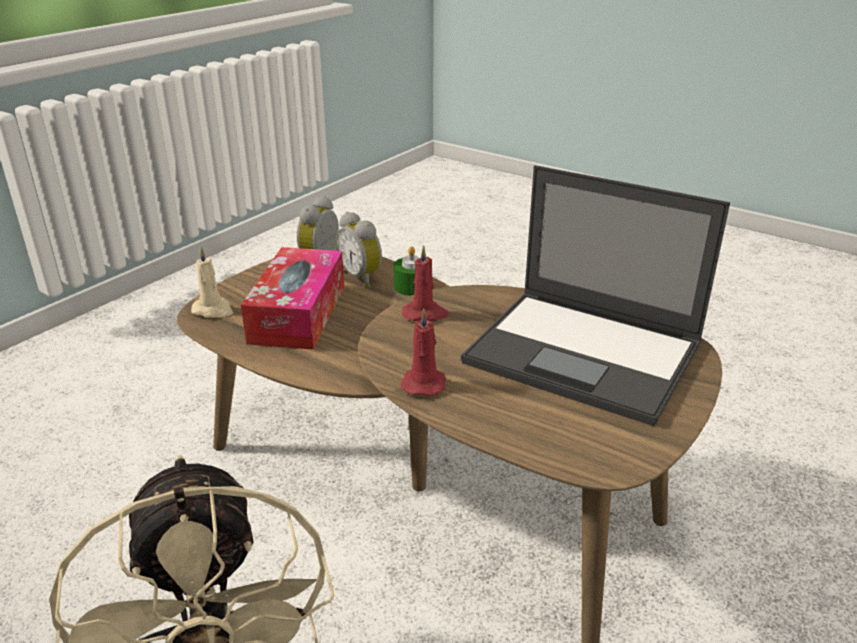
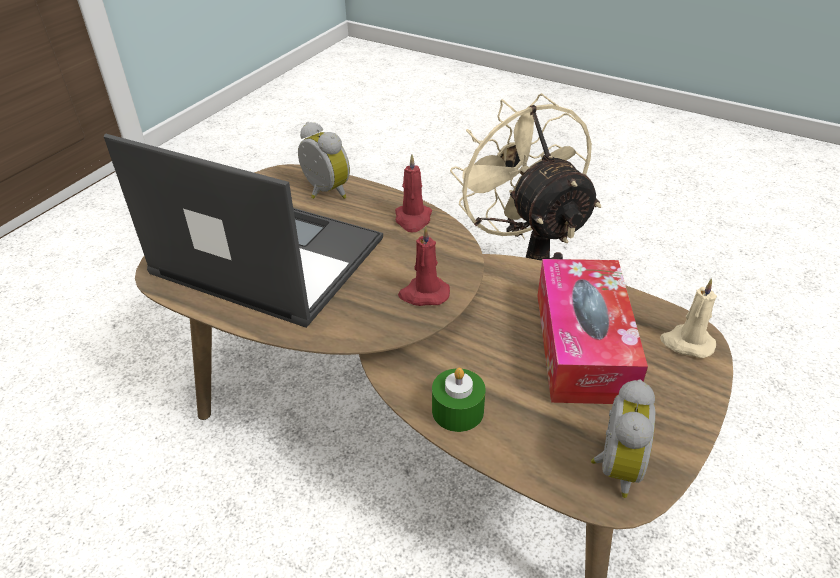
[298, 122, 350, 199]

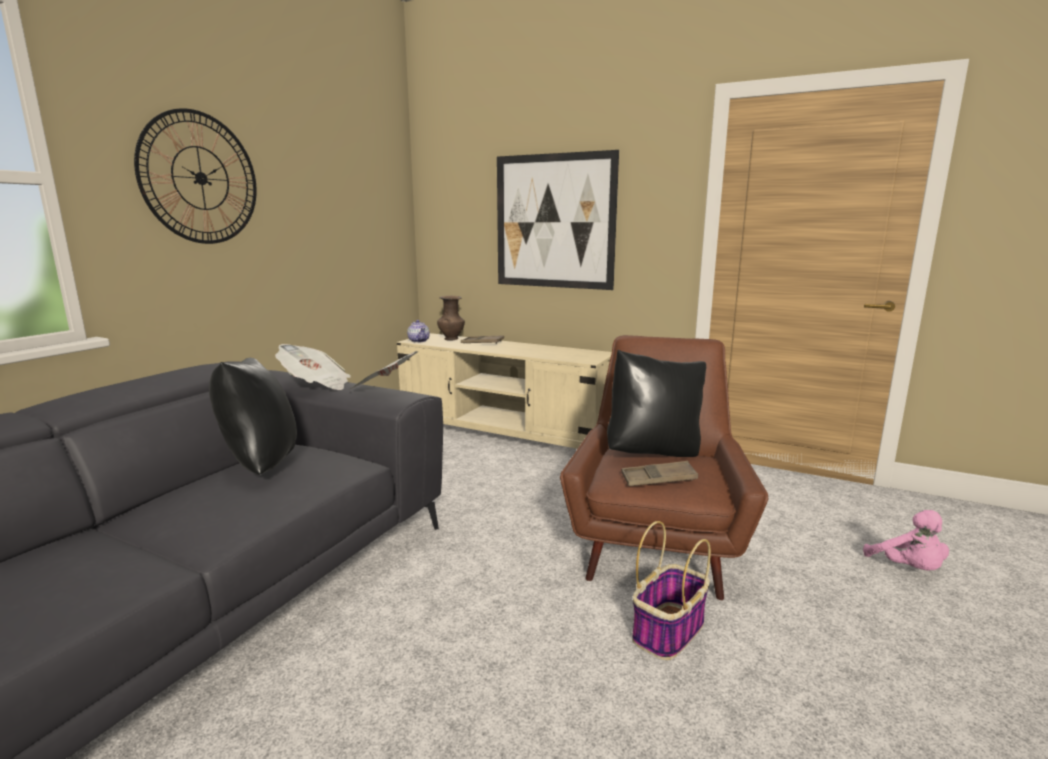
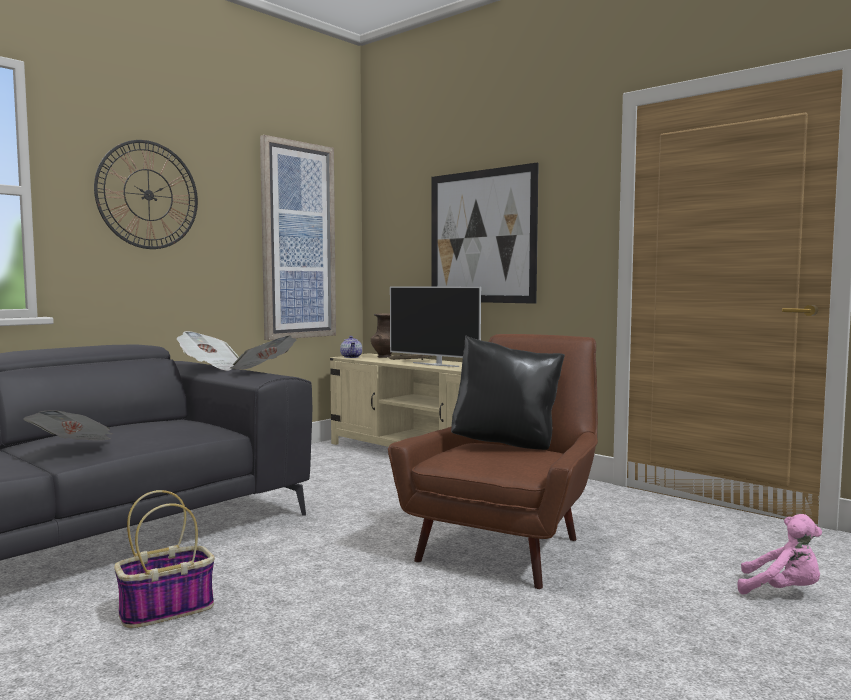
[23, 410, 112, 441]
[114, 490, 215, 628]
[260, 135, 336, 340]
[390, 286, 481, 367]
[737, 514, 822, 595]
[209, 358, 297, 475] (first image)
[622, 461, 698, 486] (first image)

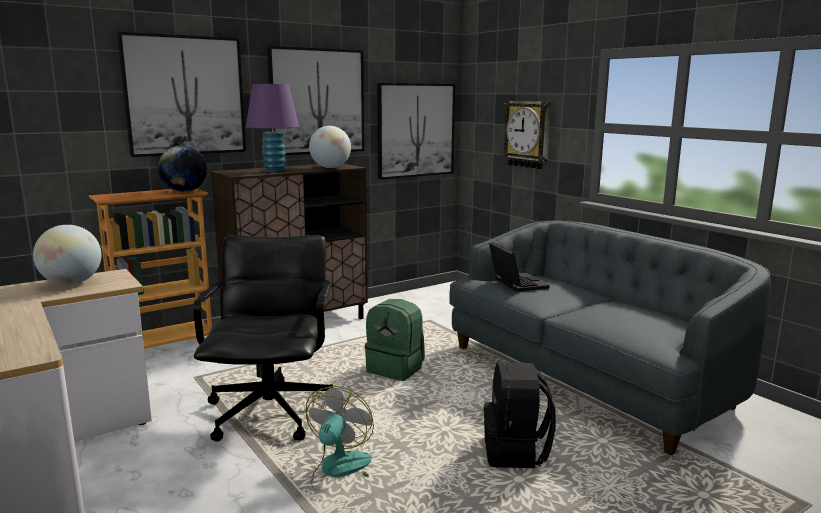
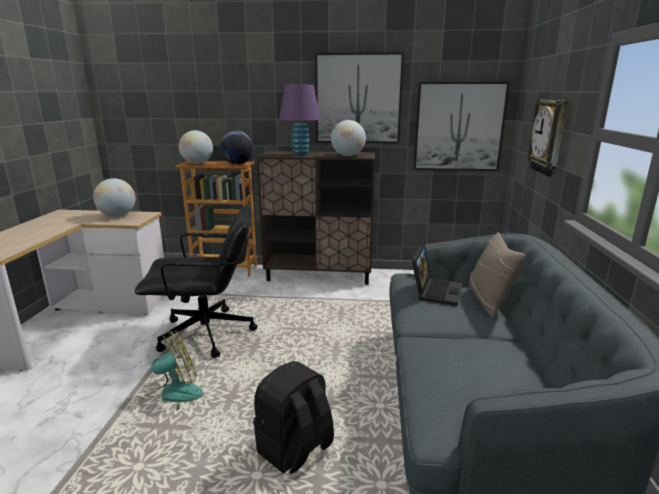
[135, 204, 257, 358]
[179, 130, 213, 164]
[469, 232, 525, 318]
[117, 32, 246, 157] (first image)
[365, 299, 425, 381] (first image)

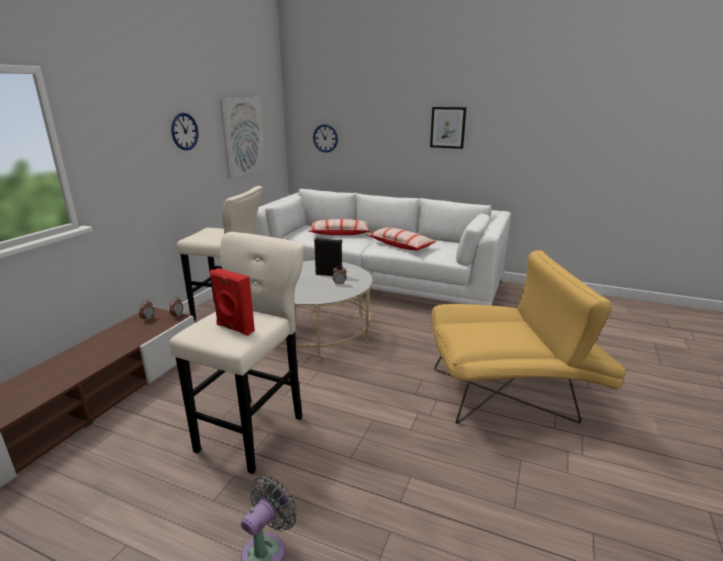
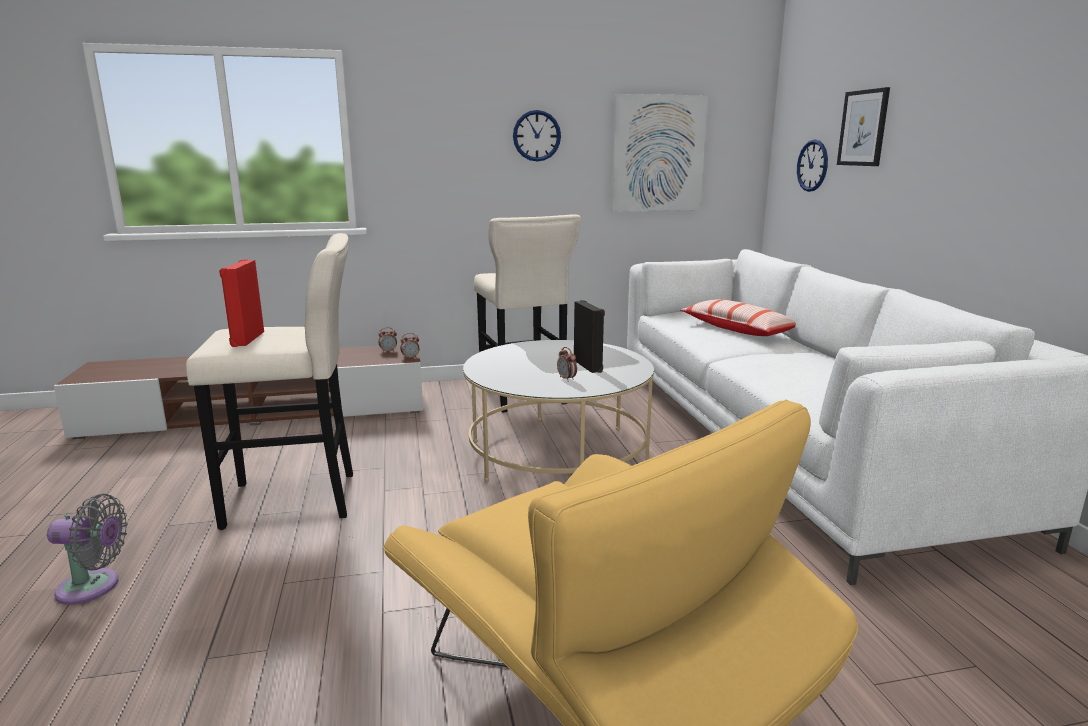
[837, 87, 890, 166]
[367, 227, 437, 250] (first image)

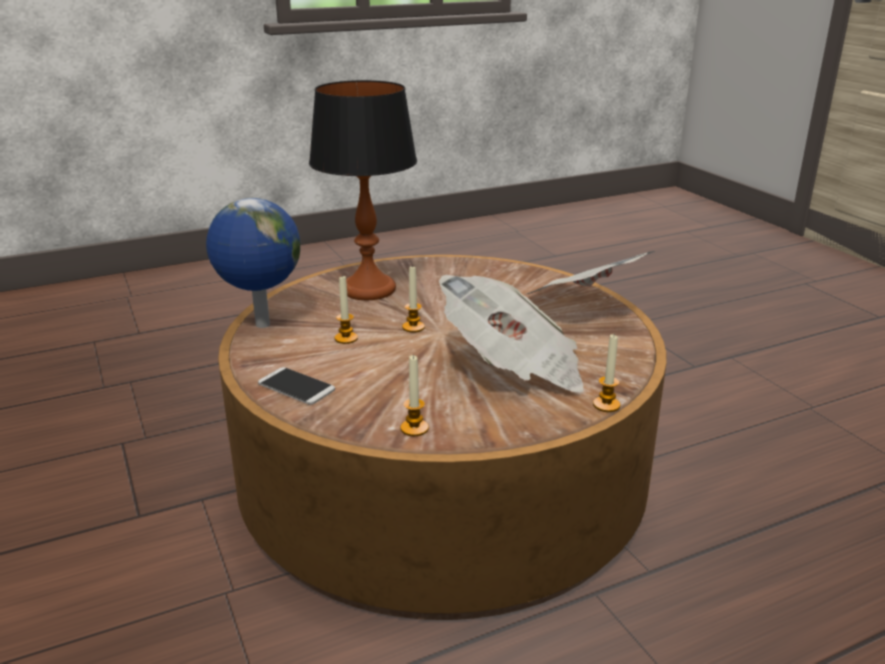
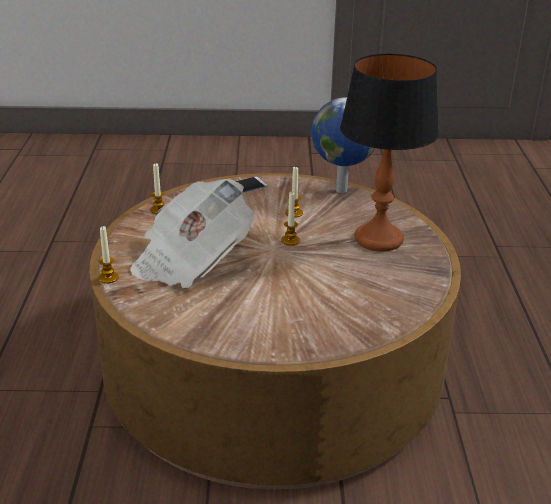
[525, 251, 655, 295] (first image)

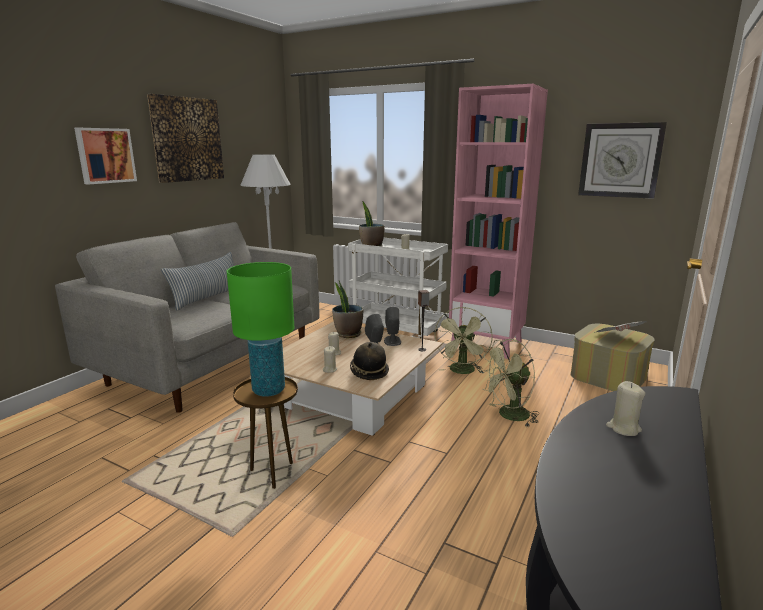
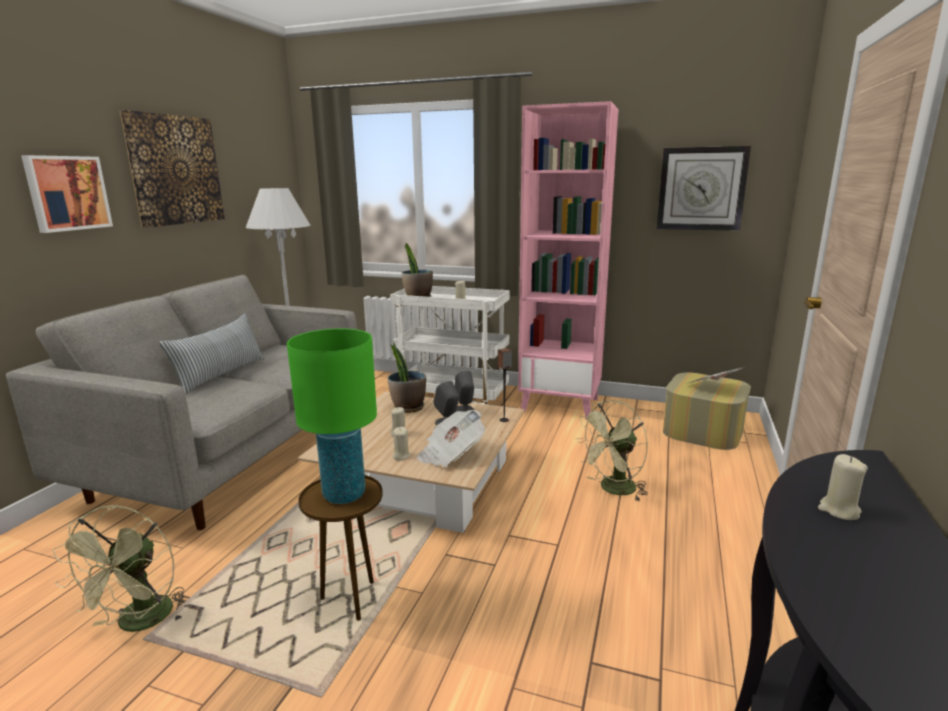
[52, 505, 189, 632]
[417, 410, 485, 467]

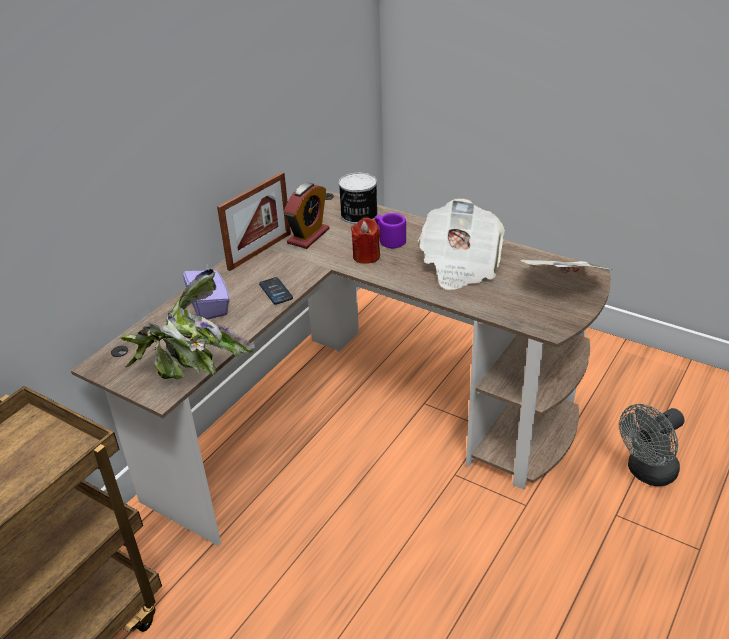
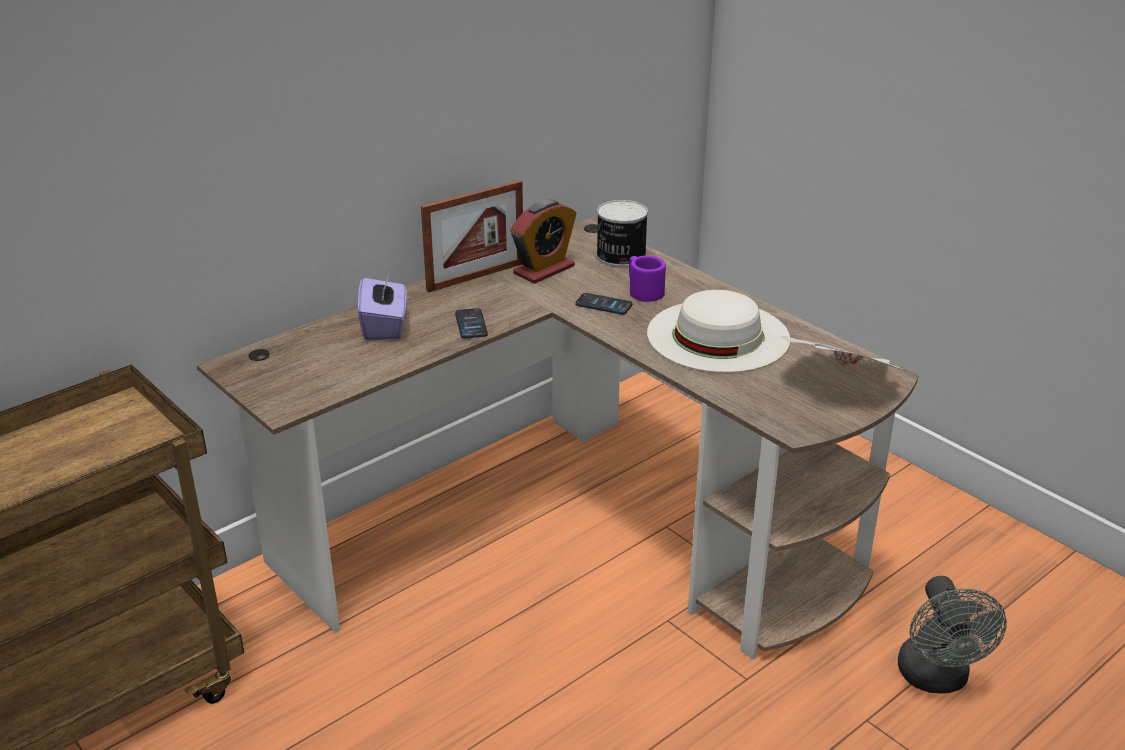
[575, 293, 633, 315]
[647, 290, 790, 373]
[898, 576, 1007, 694]
[121, 269, 255, 380] (first image)

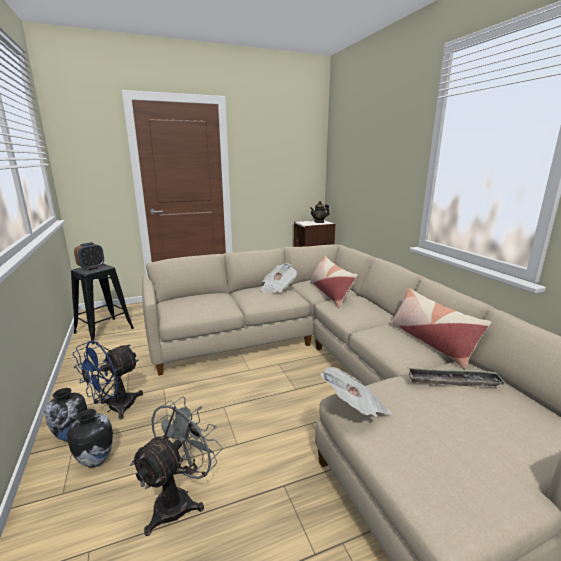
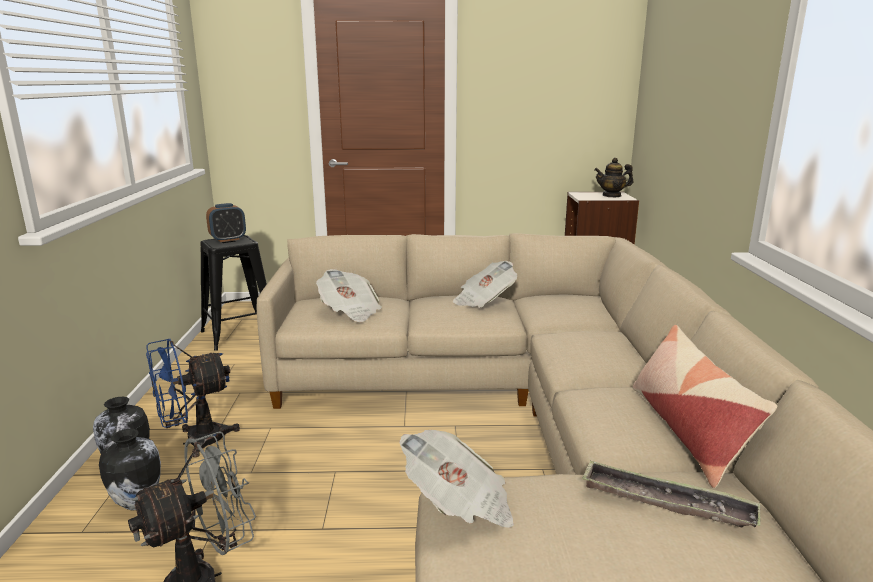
[316, 269, 382, 322]
[310, 256, 358, 308] (first image)

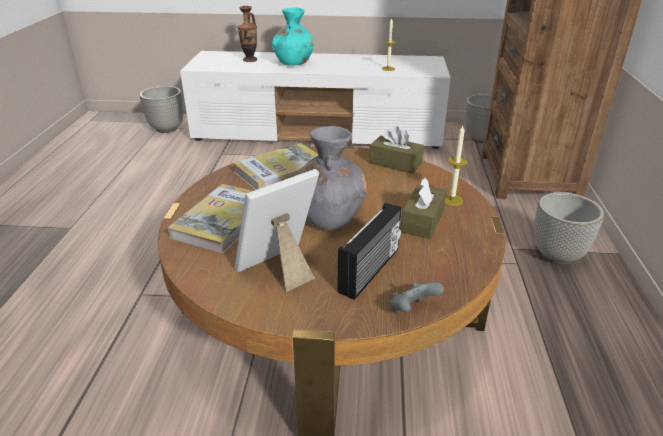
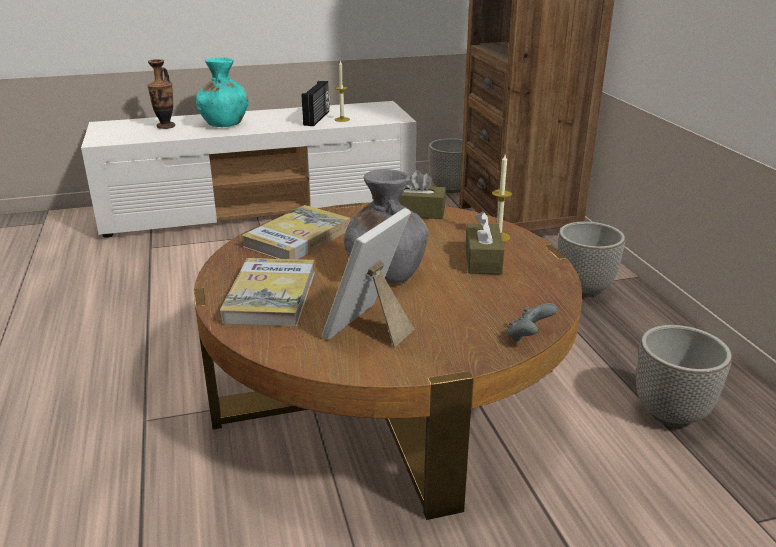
[302, 81, 330, 126]
[636, 325, 732, 427]

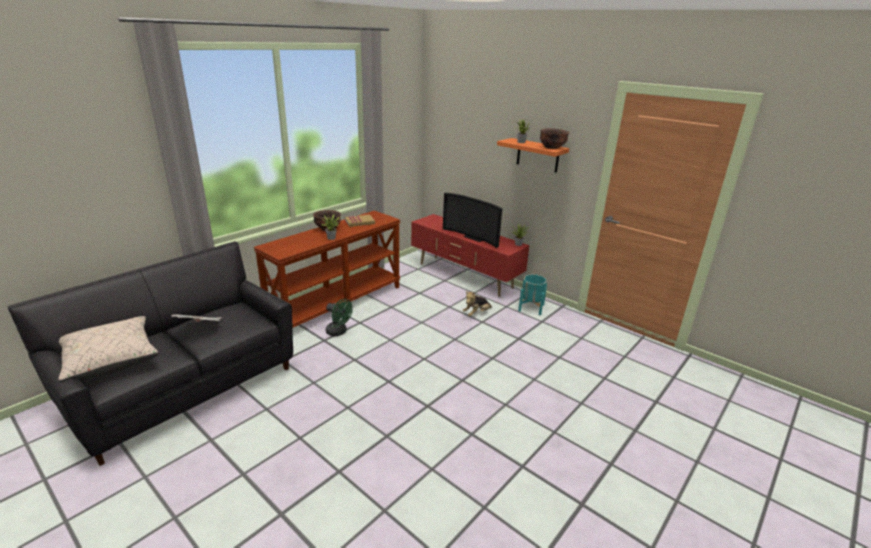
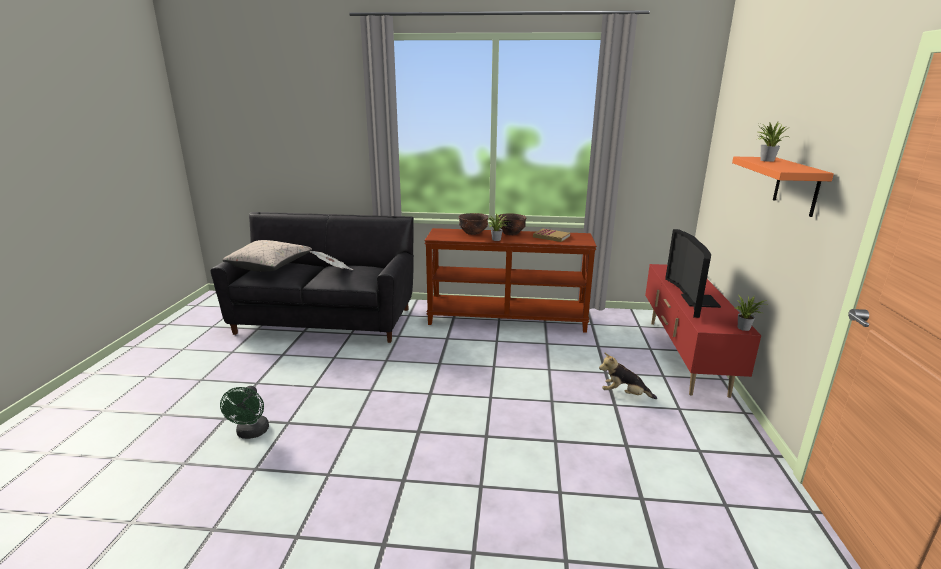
[220, 386, 269, 439]
[459, 213, 488, 235]
[518, 274, 547, 315] (first image)

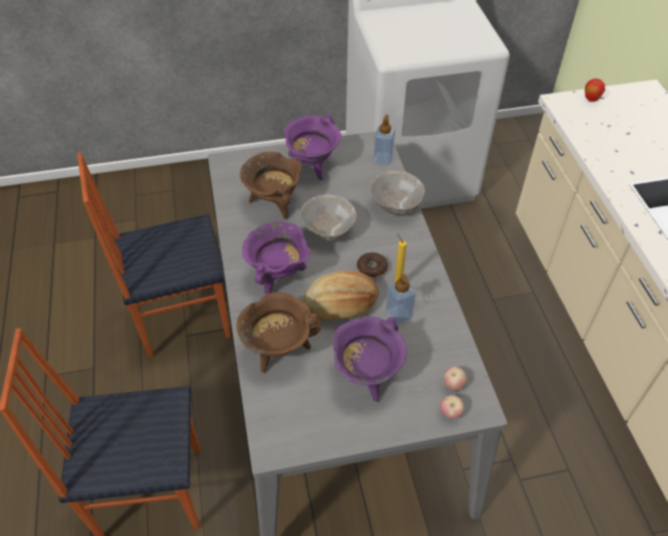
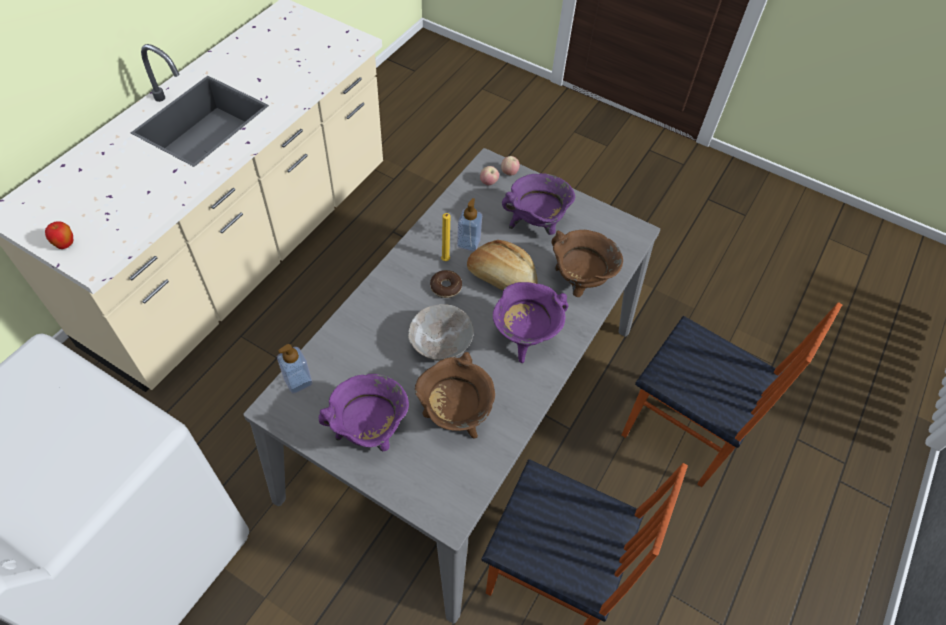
[370, 171, 425, 215] (first image)

